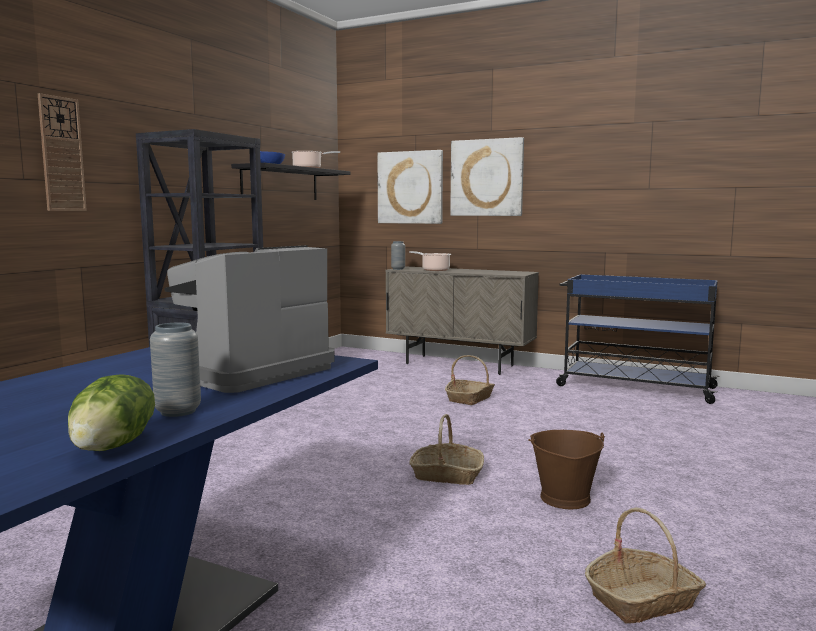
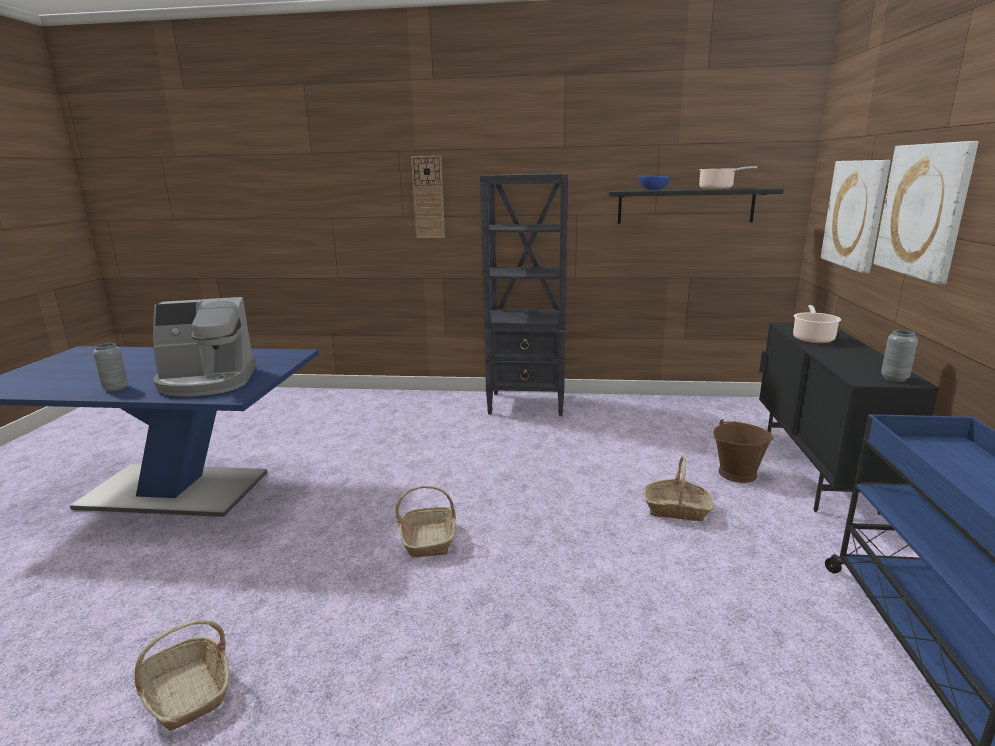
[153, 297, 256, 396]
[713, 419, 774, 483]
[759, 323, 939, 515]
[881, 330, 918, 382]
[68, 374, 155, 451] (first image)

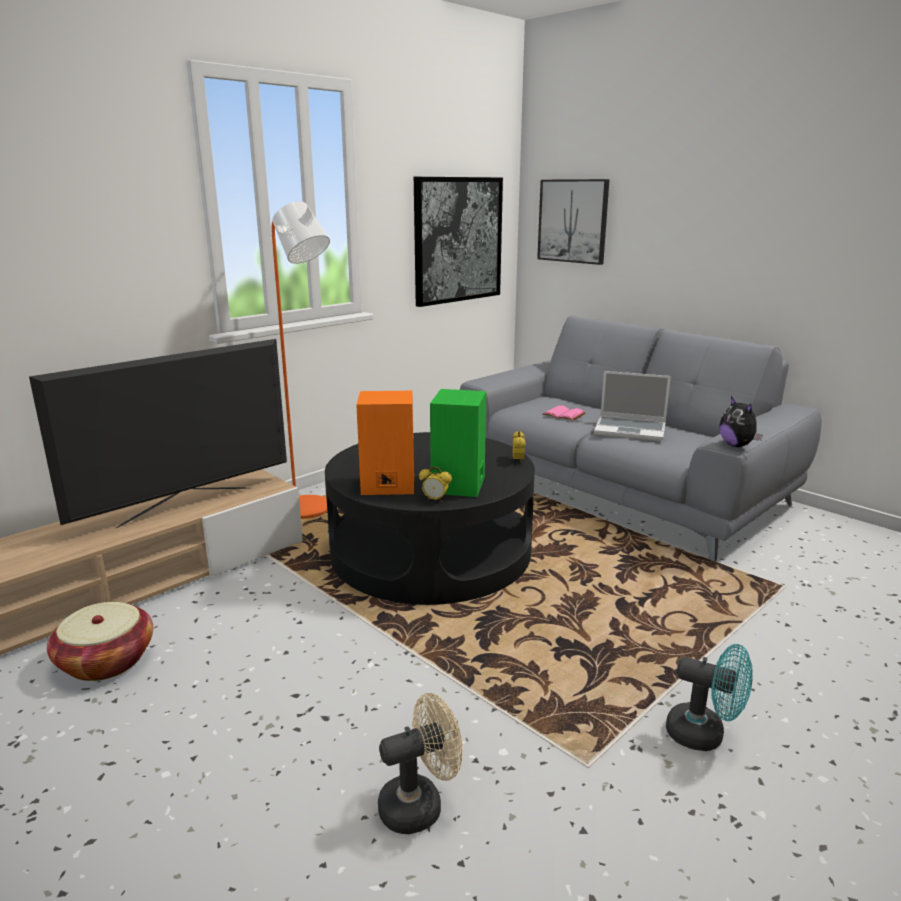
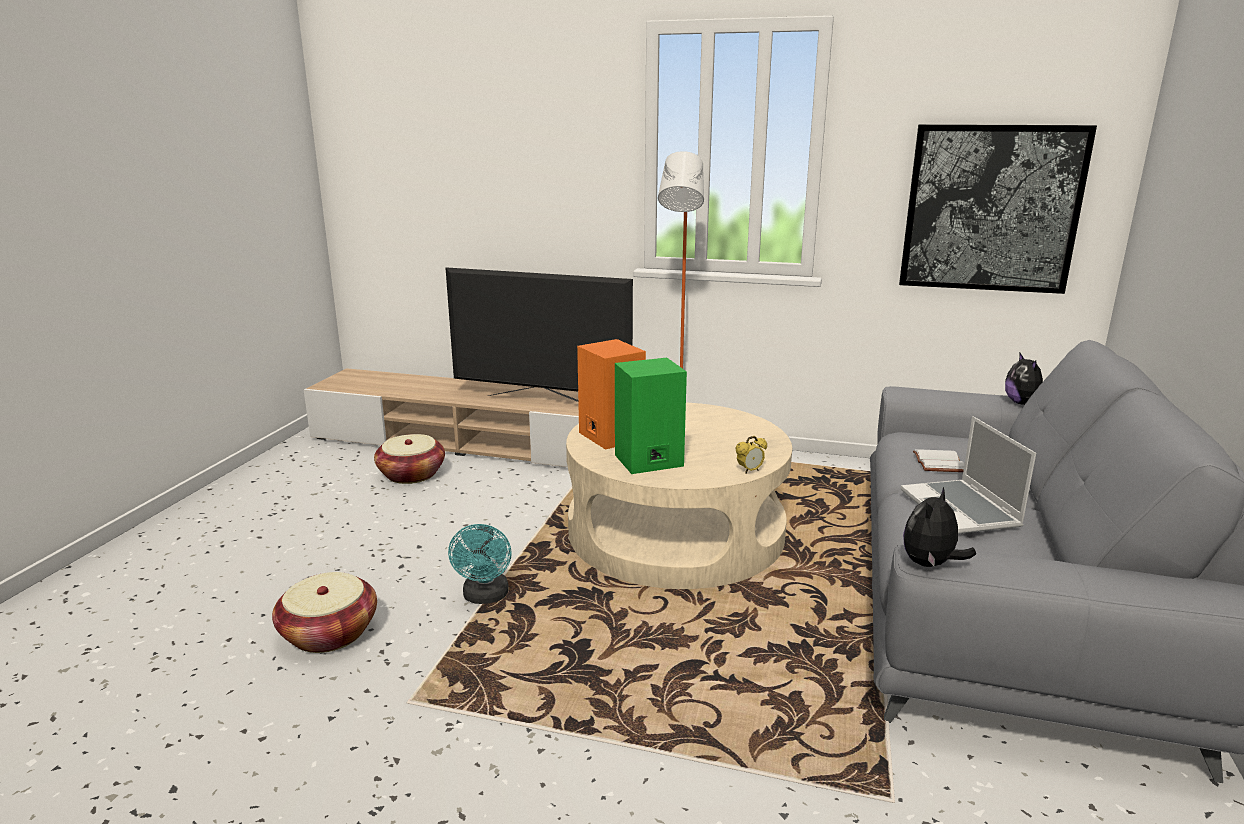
[272, 572, 377, 653]
[448, 524, 512, 604]
[566, 403, 792, 589]
[913, 449, 964, 472]
[1005, 353, 1043, 405]
[419, 467, 452, 502] (first image)
[537, 179, 610, 265] (first image)

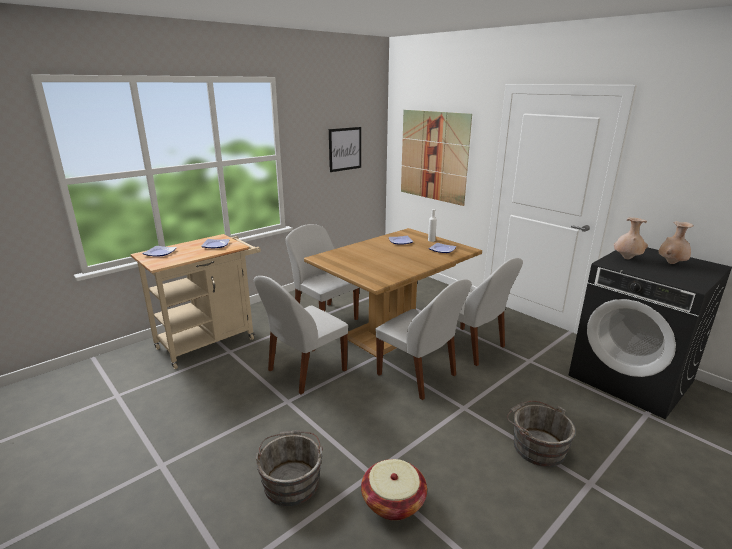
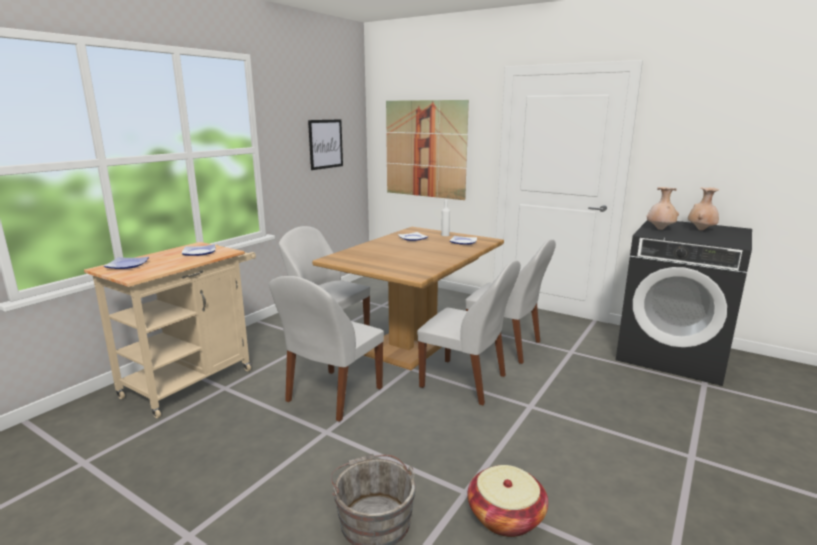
[507, 401, 576, 467] (first image)

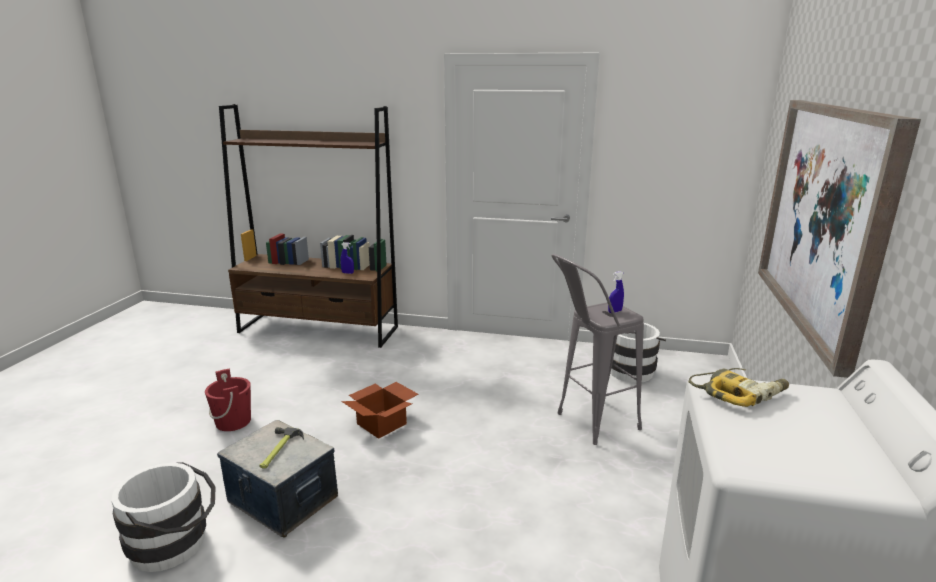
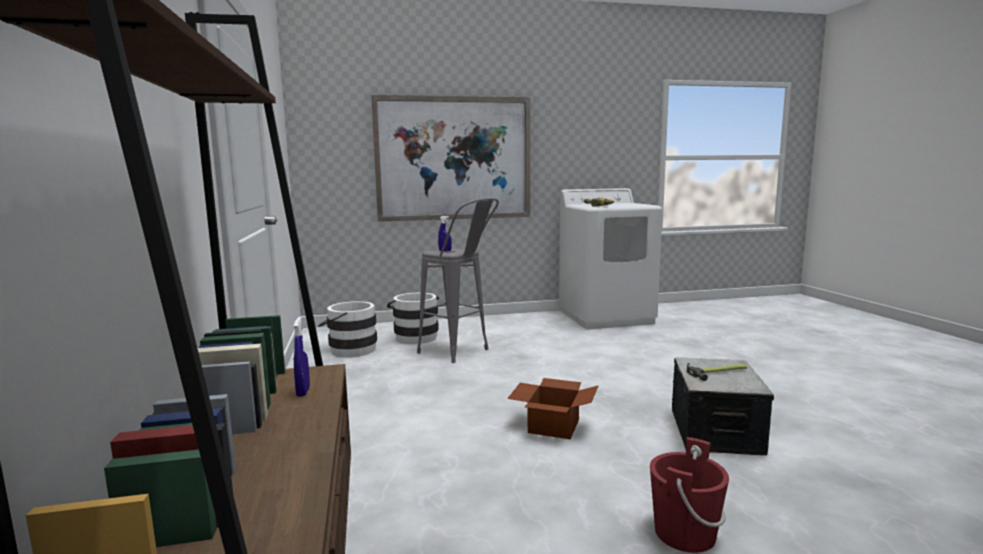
[387, 293, 439, 344]

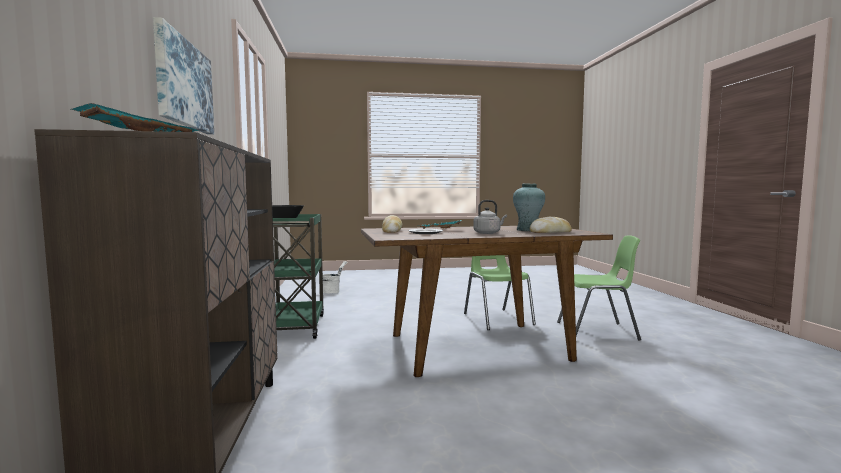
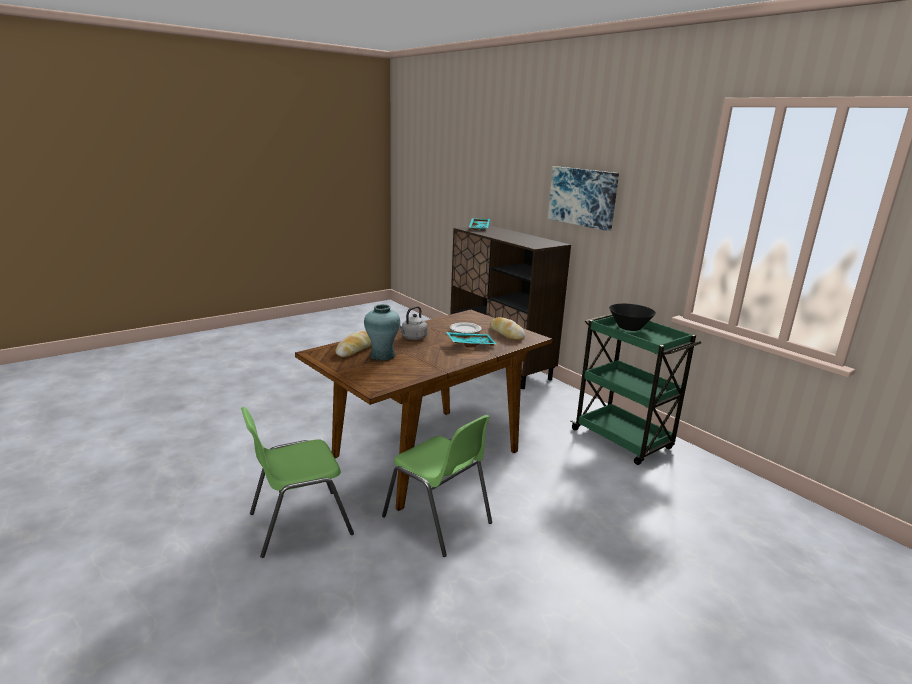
[323, 261, 348, 294] (first image)

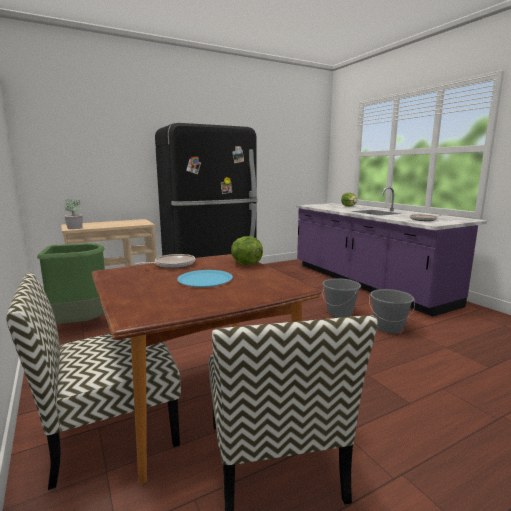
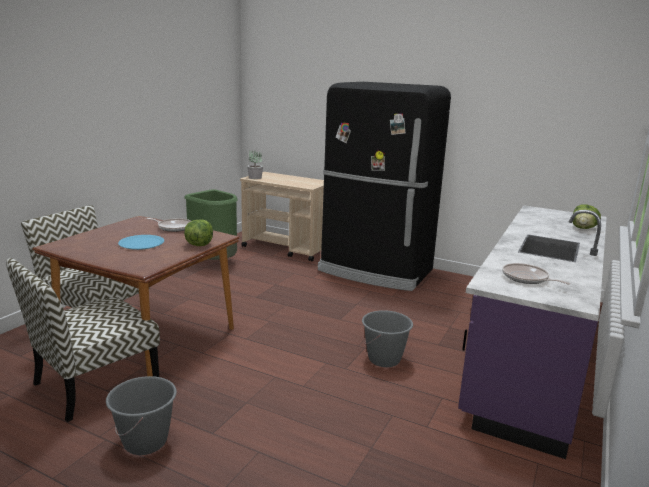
[106, 376, 177, 455]

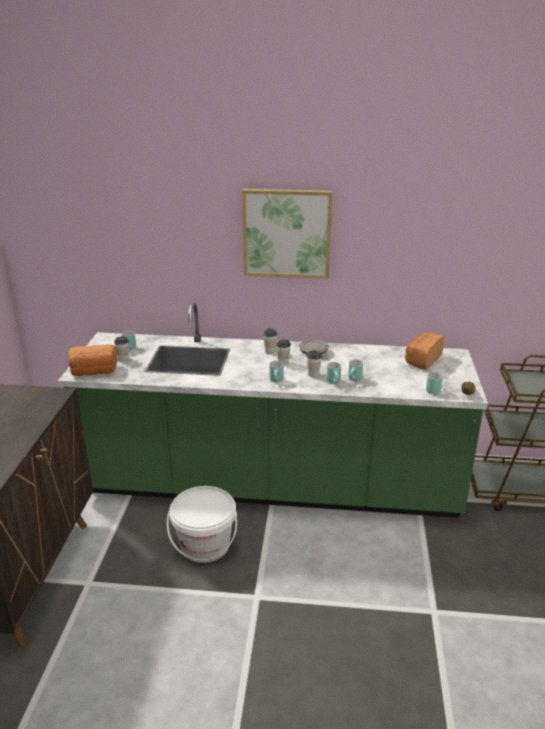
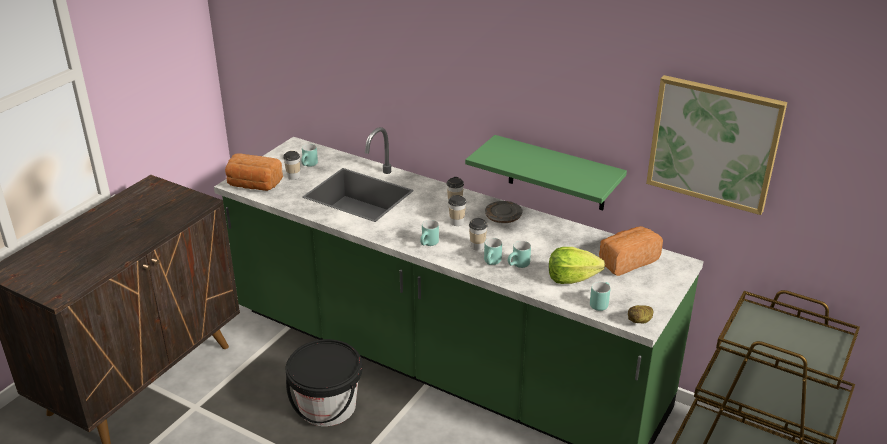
[286, 339, 362, 426]
[465, 135, 627, 211]
[549, 247, 605, 284]
[646, 75, 787, 215]

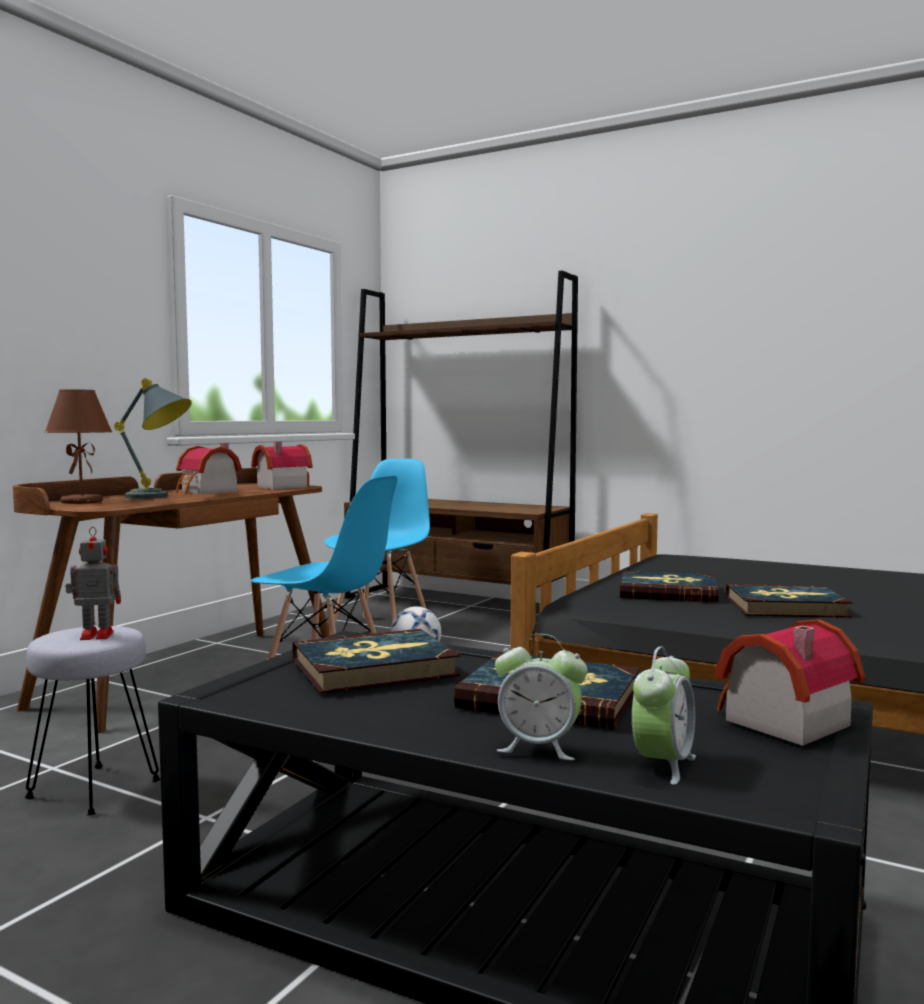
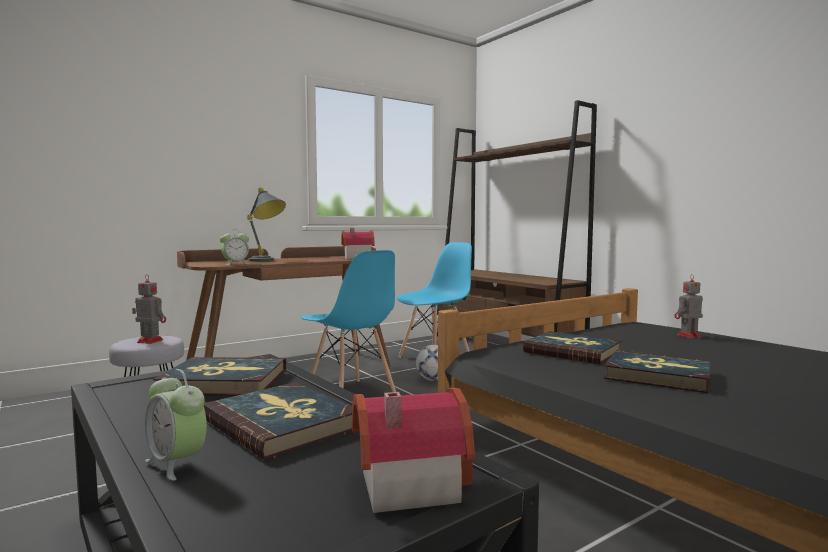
[220, 229, 249, 265]
[674, 274, 703, 338]
[45, 389, 112, 504] (first image)
[175, 443, 242, 494] (first image)

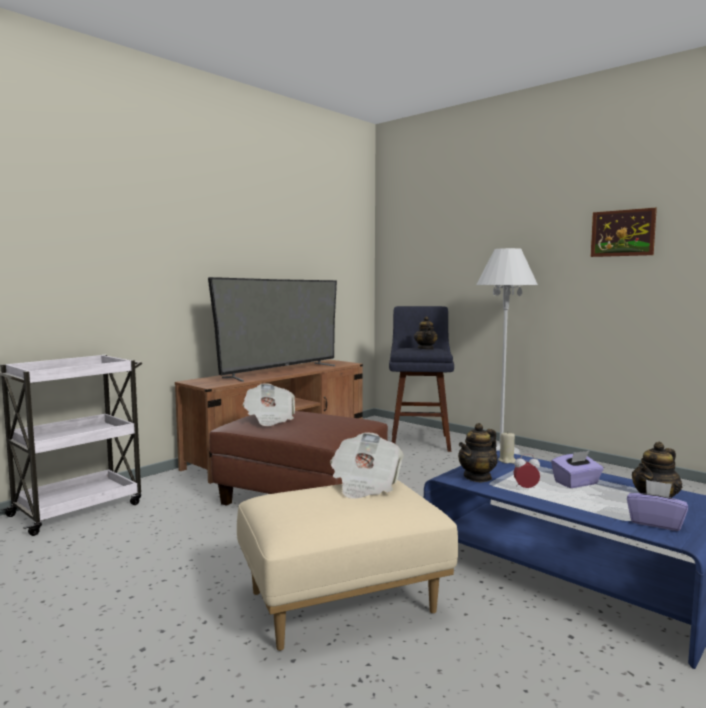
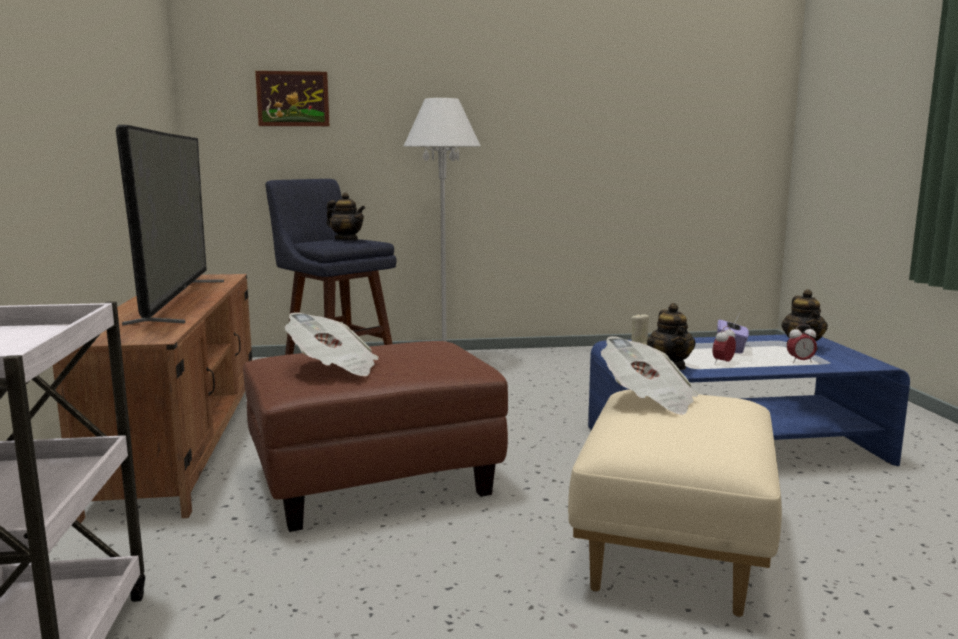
[255, 71, 329, 126]
[787, 325, 817, 363]
[627, 480, 688, 531] (first image)

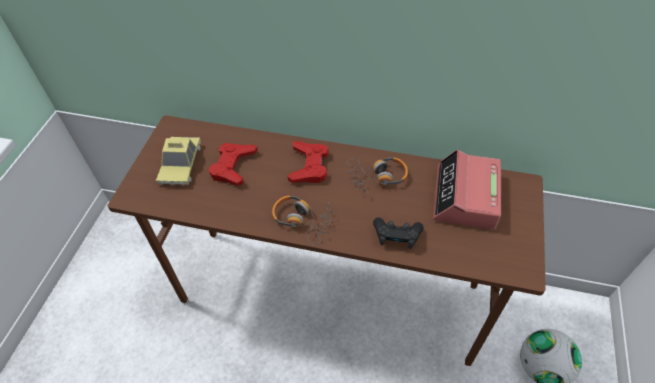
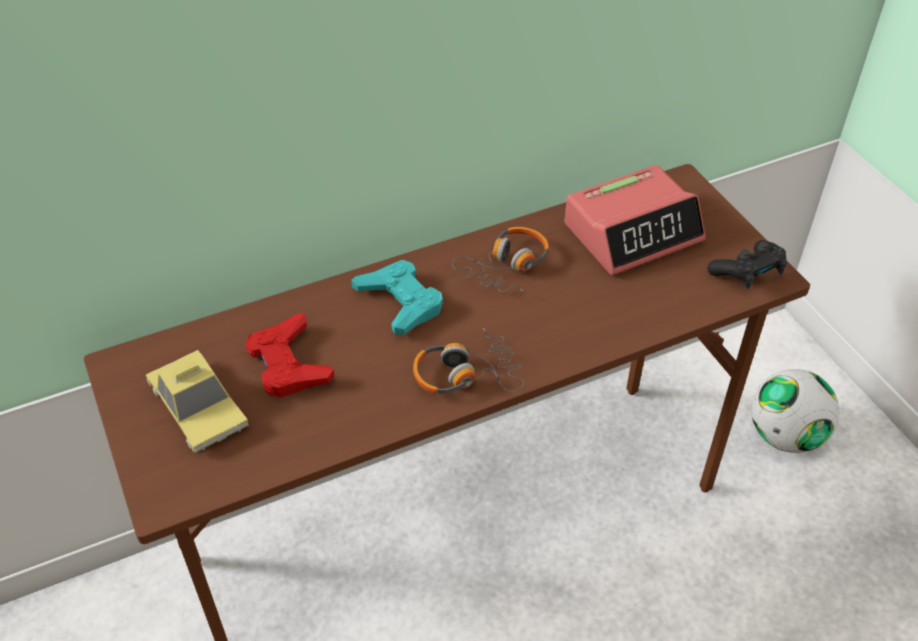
[351, 260, 443, 335]
[564, 165, 706, 275]
[708, 240, 787, 289]

